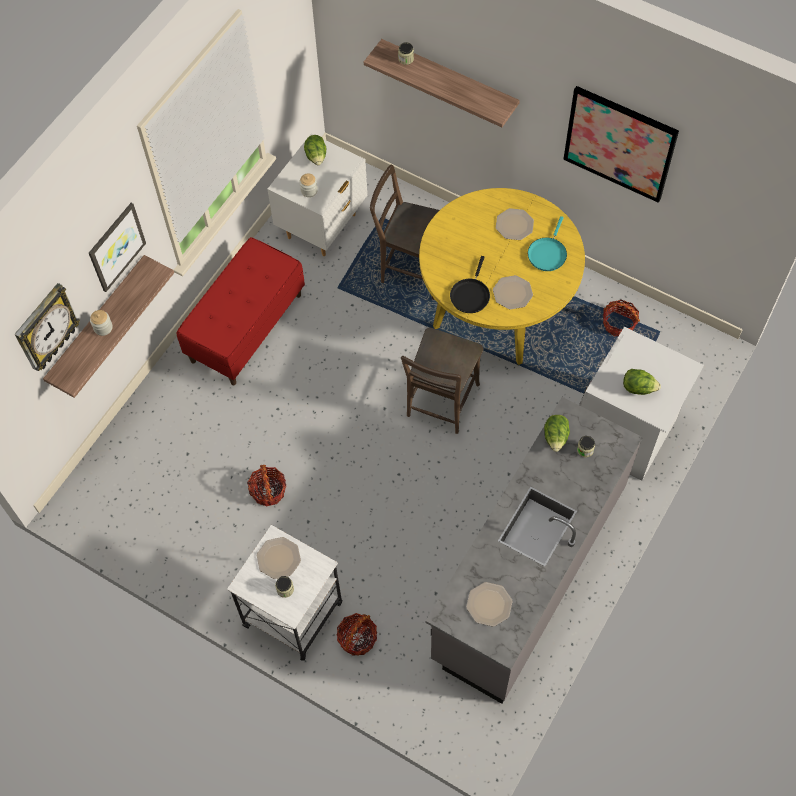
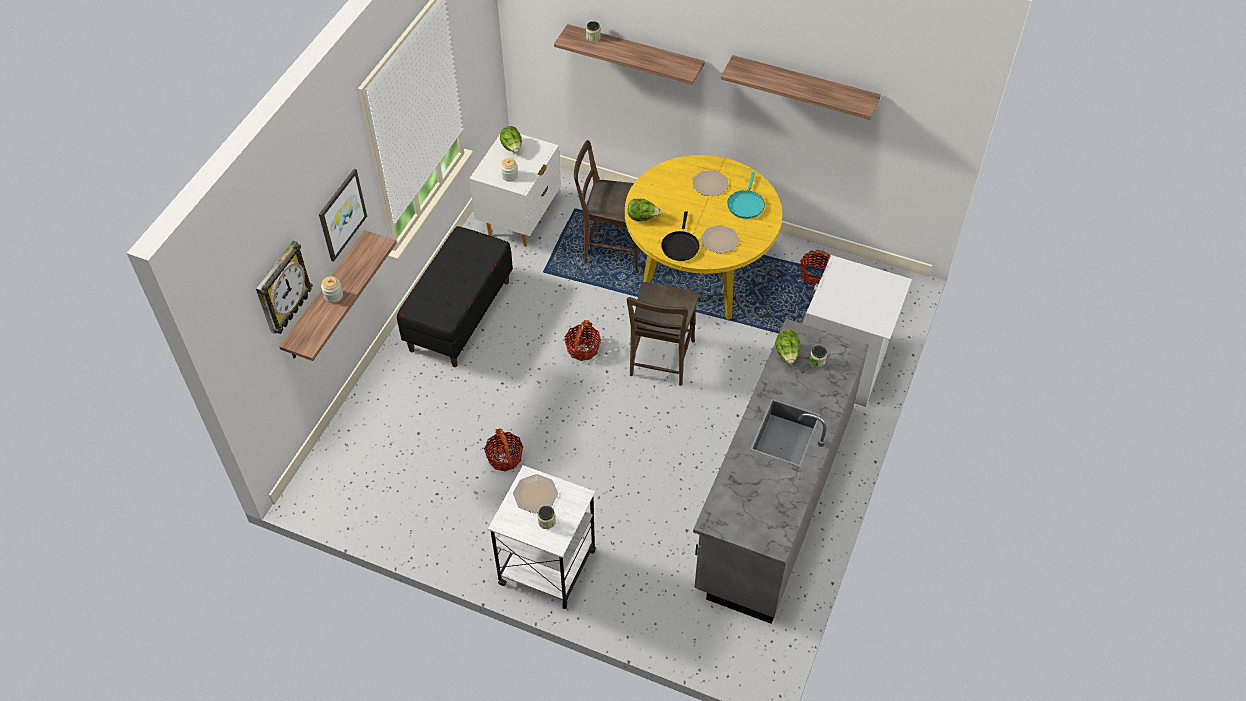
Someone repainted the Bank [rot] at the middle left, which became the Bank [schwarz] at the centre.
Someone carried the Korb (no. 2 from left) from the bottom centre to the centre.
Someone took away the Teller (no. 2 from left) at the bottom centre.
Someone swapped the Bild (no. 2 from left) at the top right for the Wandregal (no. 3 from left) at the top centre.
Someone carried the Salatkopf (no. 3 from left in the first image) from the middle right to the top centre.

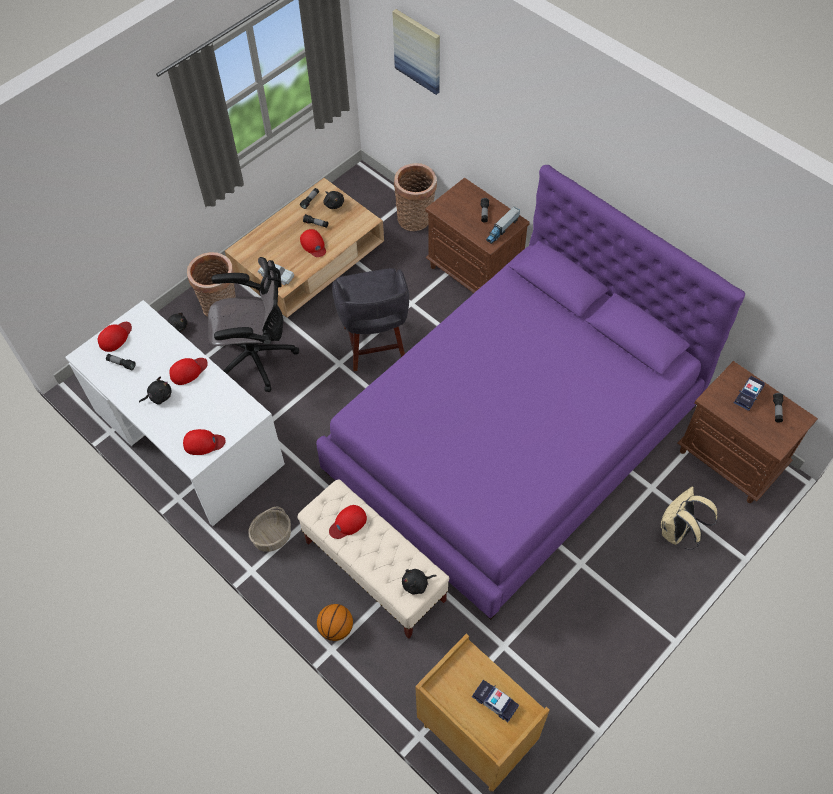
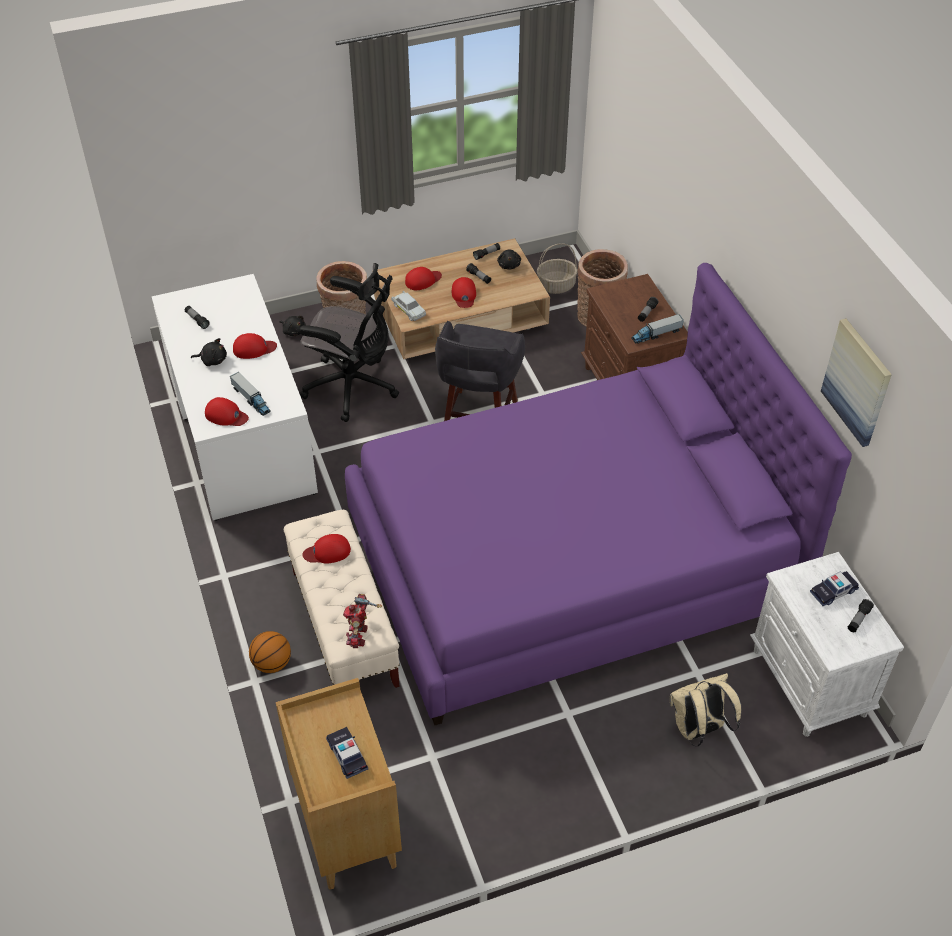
Someone carried the Kappe [rot] (no. 1 from left in the first image) from the middle left to the top centre.
Someone carried the Korb (no. 2 from left) from the middle left to the top centre.
Someone carried the Bild from the top centre to the middle right.
Someone swapped the Plüschtier [schwarz] (no. 4 from left) at the bottom centre for the Spielzeugroboter at the centre.
Someone repainted the Nachttisch [braun] (no. 2 from left) at the middle right, which became the Nachttisch [weiß] at the bottom right.
Someone put down the Spielzeuglaster (no. 1 from left) at the middle left.

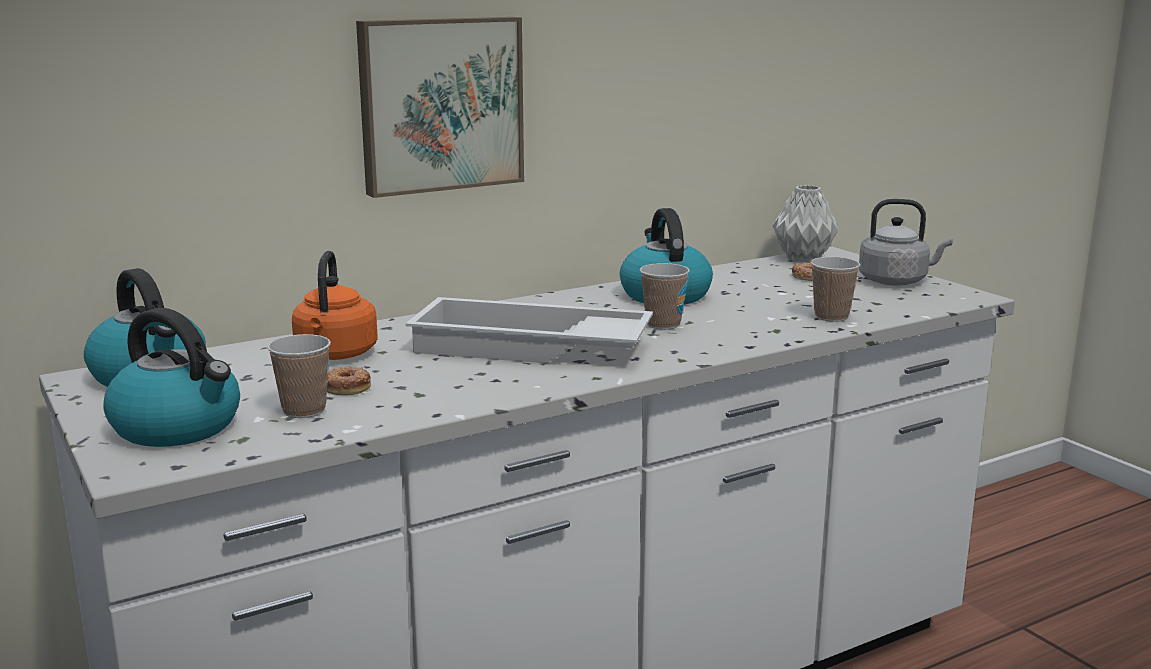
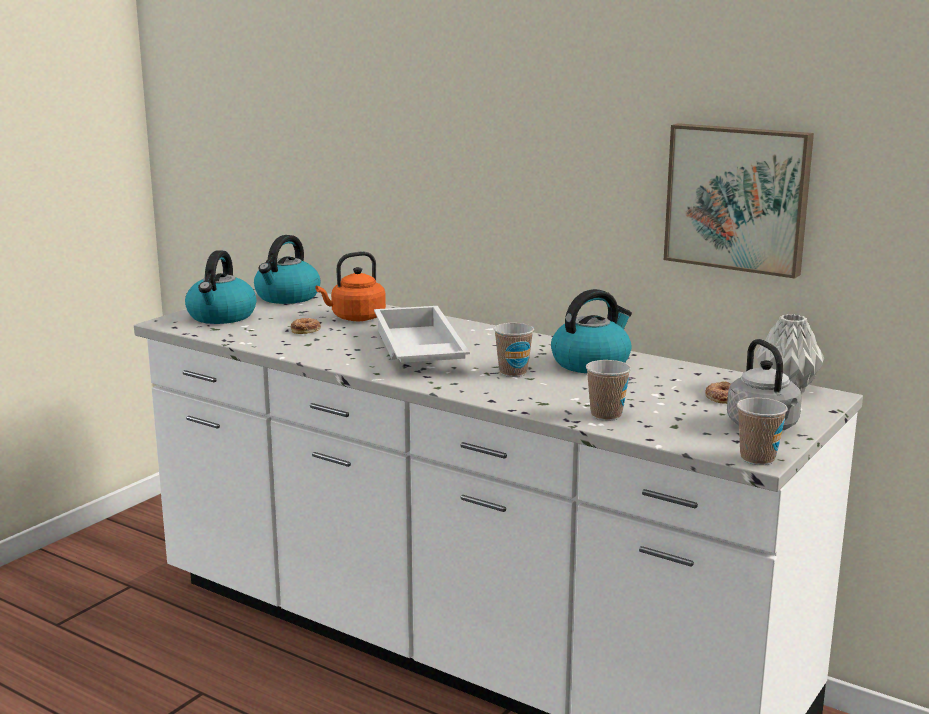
Someone carried the Tasse (no. 1 from left in the first image) from the middle left to the middle right.
Someone carried the Bild from the top centre to the top right.

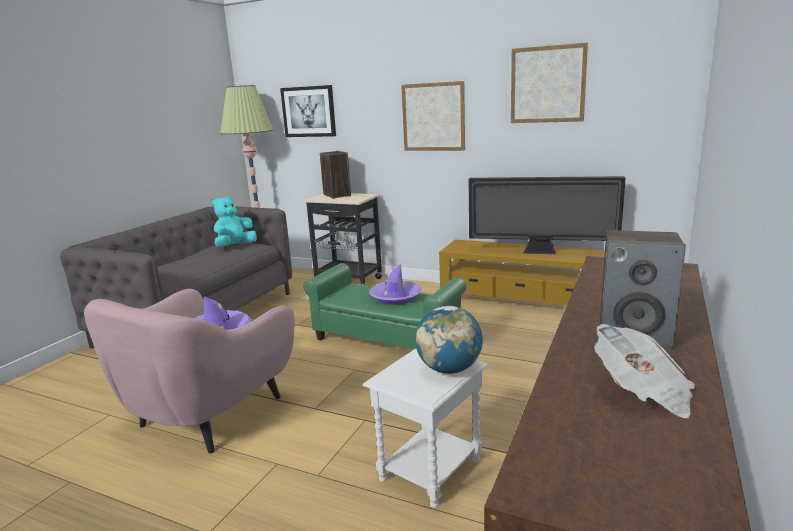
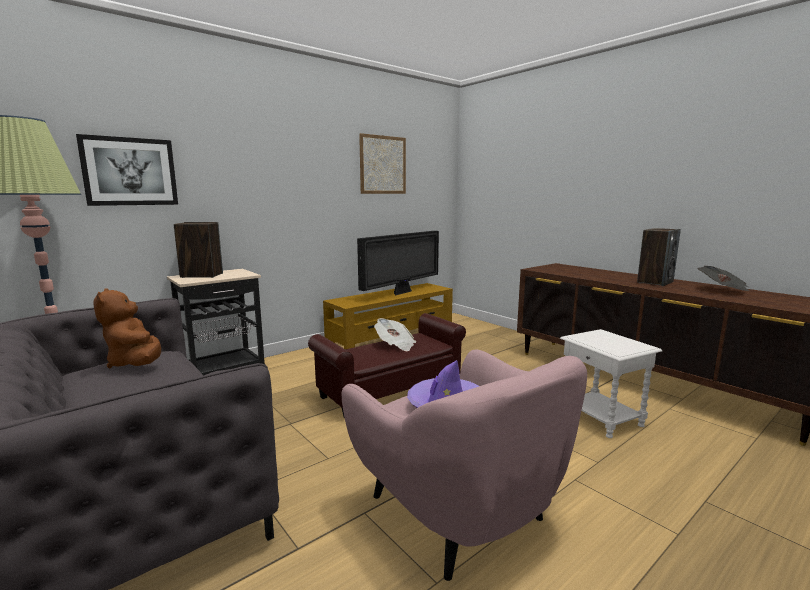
Someone repainted the Plüschtier [türkis] at the middle left, which became the Plüschtier [braun] at the middle left.
Someone repainted the Polsterhocker [grün] at the centre, which became the Polsterhocker [braun] at the centre.
Someone swapped the Hut [lila] (no. 2 from left) at the centre for the Zeitung (no. 1 from left) at the centre.
Someone took away the Bild (no. 2 from left) at the top centre.
Someone took away the Globus at the centre.

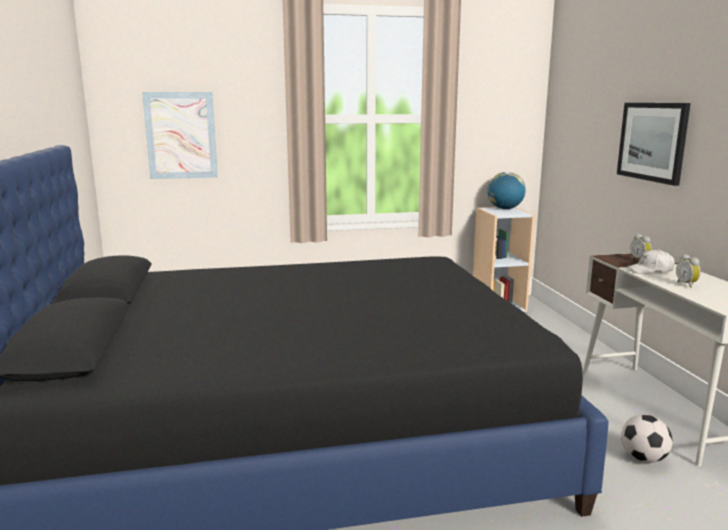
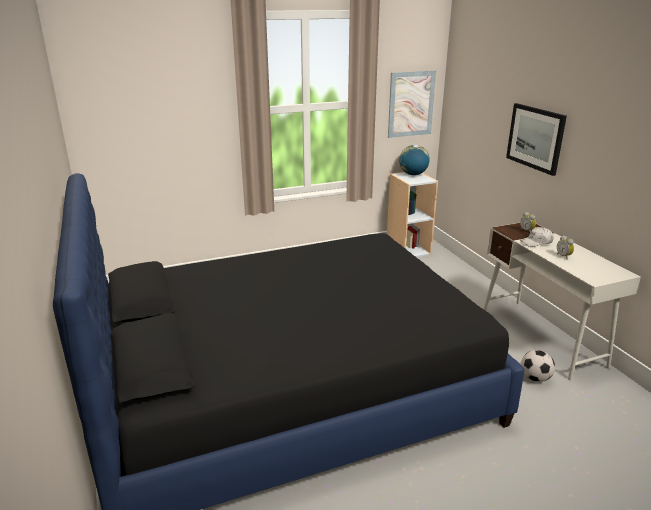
Someone carried the Bild (no. 1 from left) from the top left to the top centre.

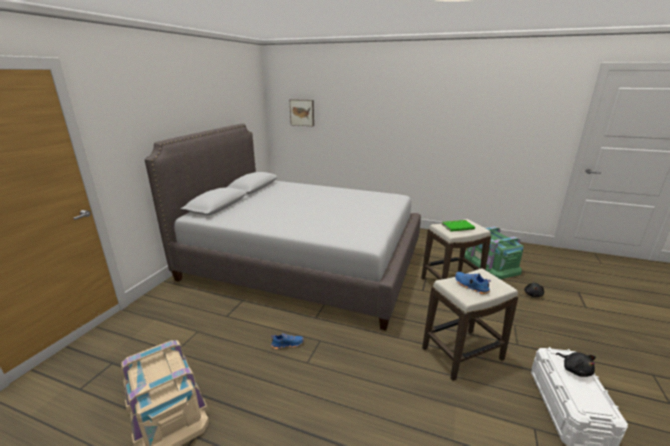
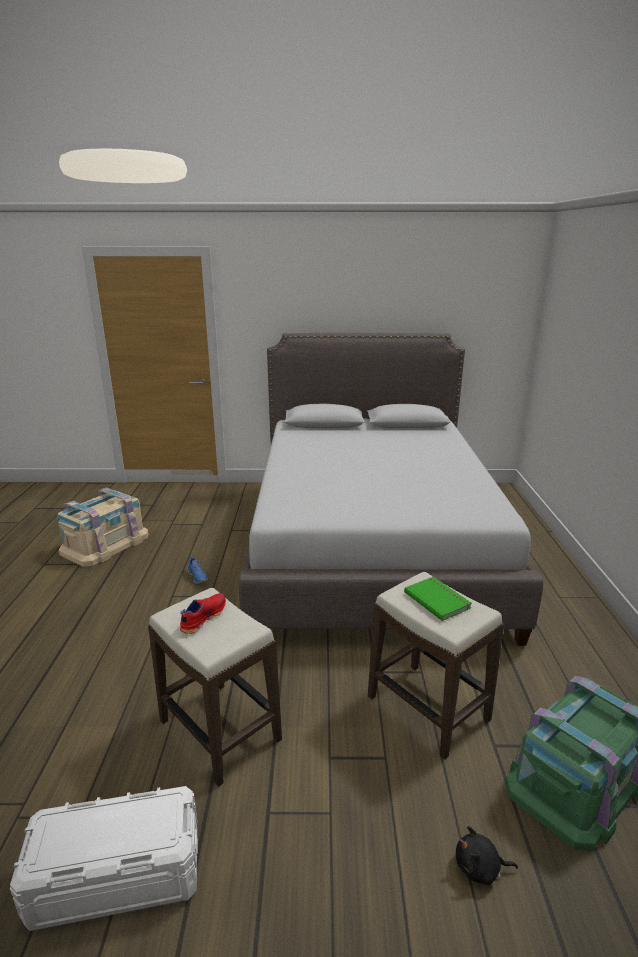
Someone took away the Bild at the top centre.
Someone repainted the Schuh [blau] (no. 2 from left) at the middle right, which became the Schuh [rot] at the middle left.
Someone took away the Plüschtier [schwarz] (no. 2 from left) at the bottom right.

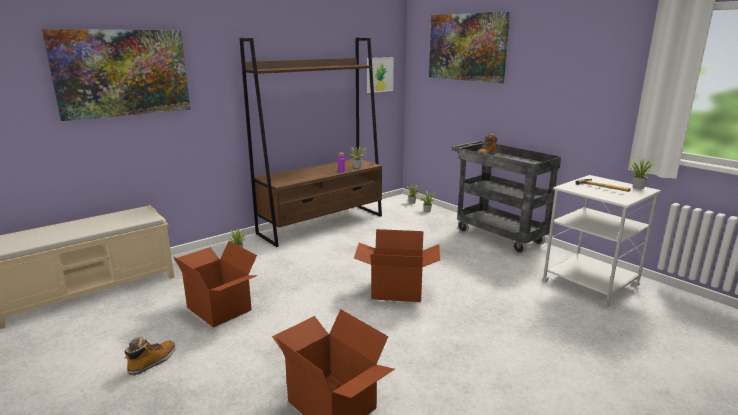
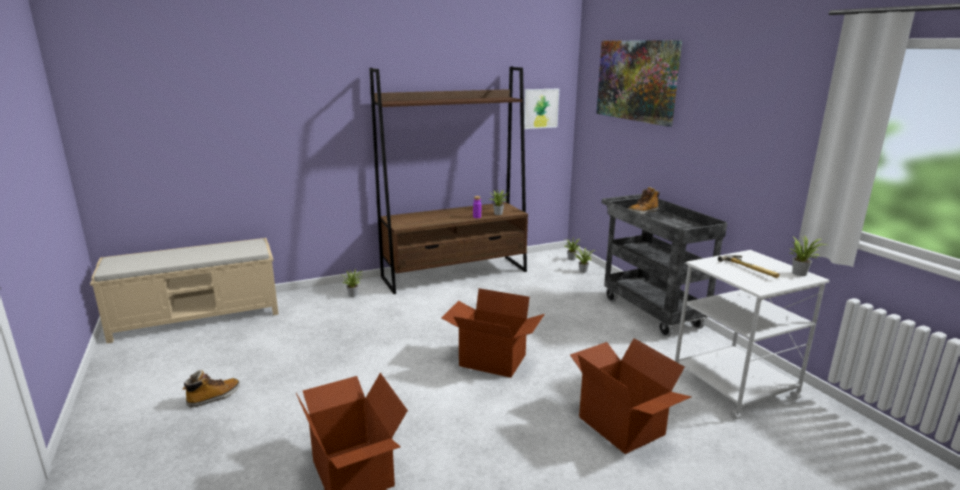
Someone took away the Bild (no. 1 from left) at the top left.
Someone carried the Karton (no. 1 from left in the first image) from the bottom left to the bottom centre.

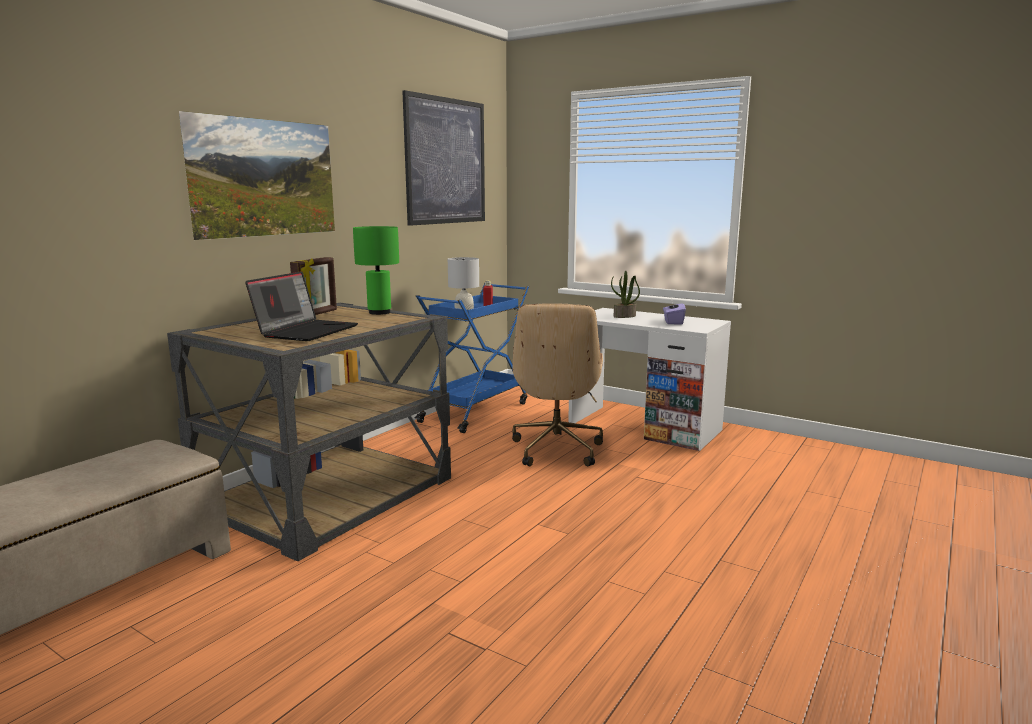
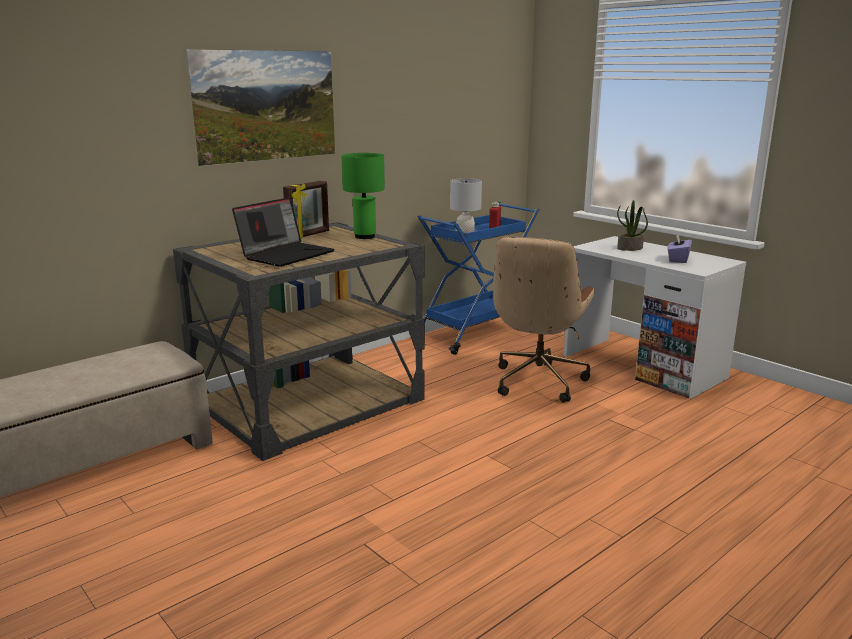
Someone took away the Bild (no. 2 from left) at the top centre.

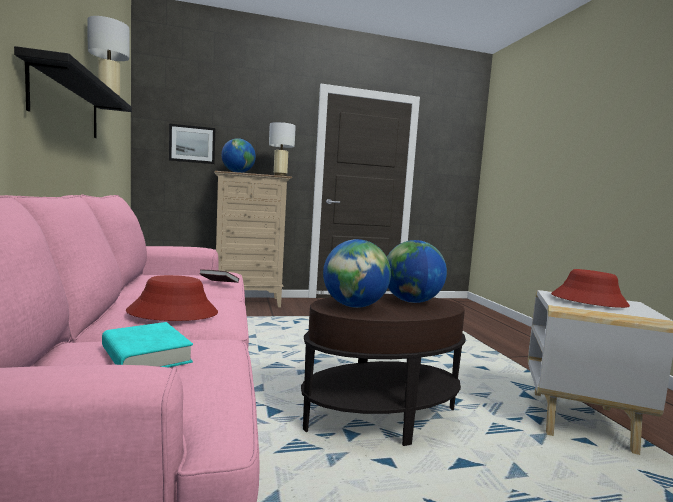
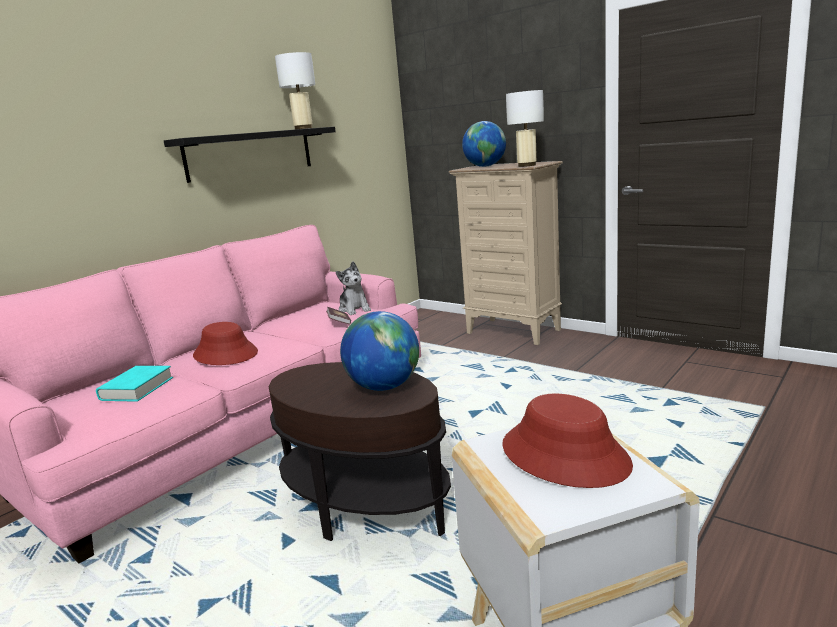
Someone took away the Bild at the top left.
Someone took away the Globus (no. 2 from left) at the centre.
Someone put down the Plüschtier at the centre.

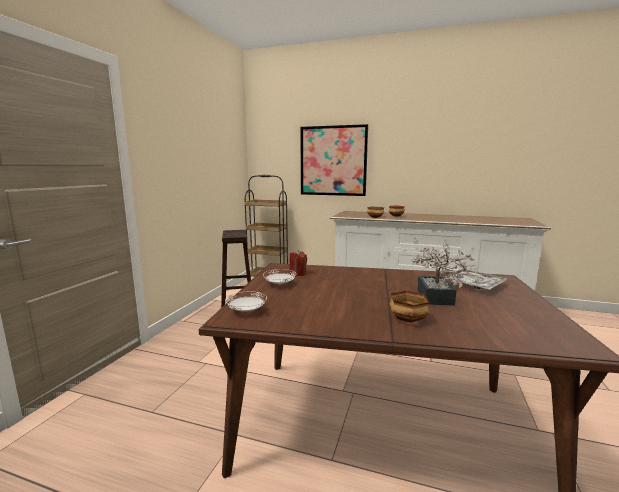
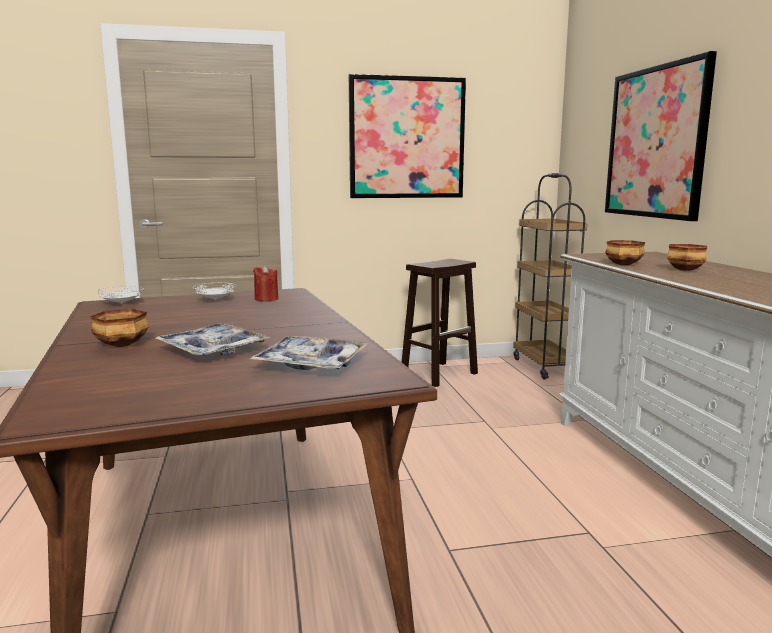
Someone swapped the Topfpflanze at the middle right for the Tablett (no. 1 from left) at the middle left.
Someone put up the Bild (no. 1 from left) at the top centre.

